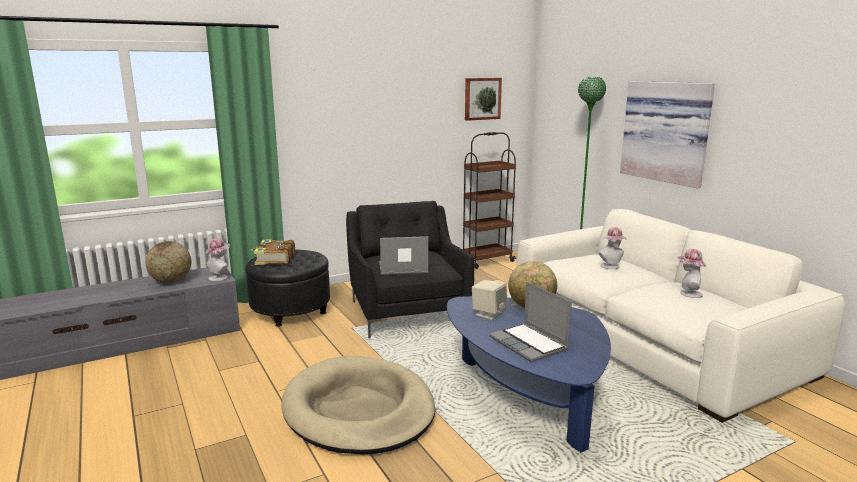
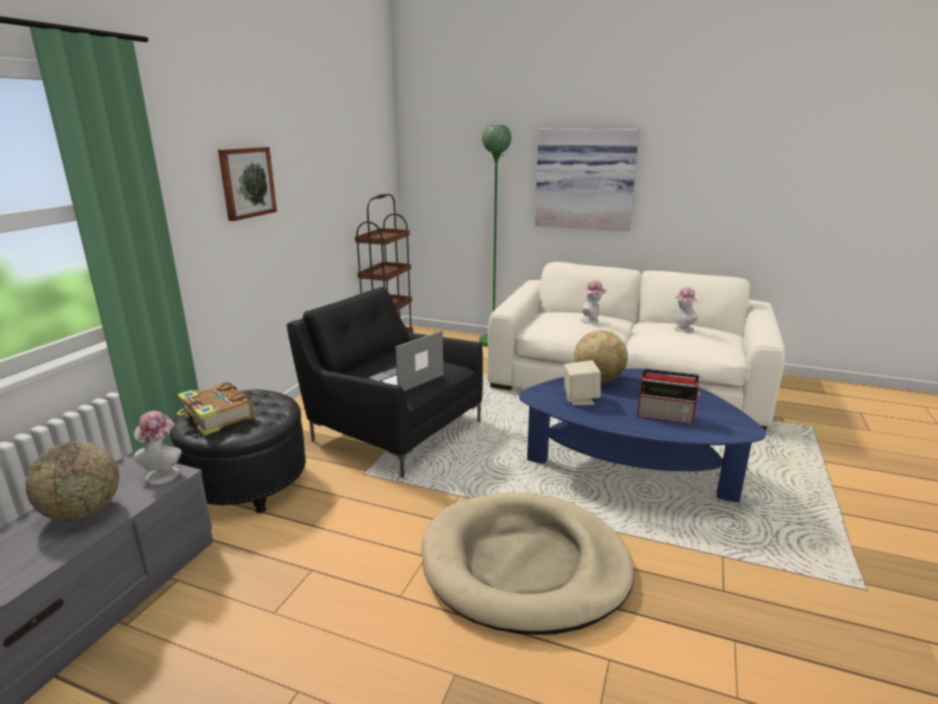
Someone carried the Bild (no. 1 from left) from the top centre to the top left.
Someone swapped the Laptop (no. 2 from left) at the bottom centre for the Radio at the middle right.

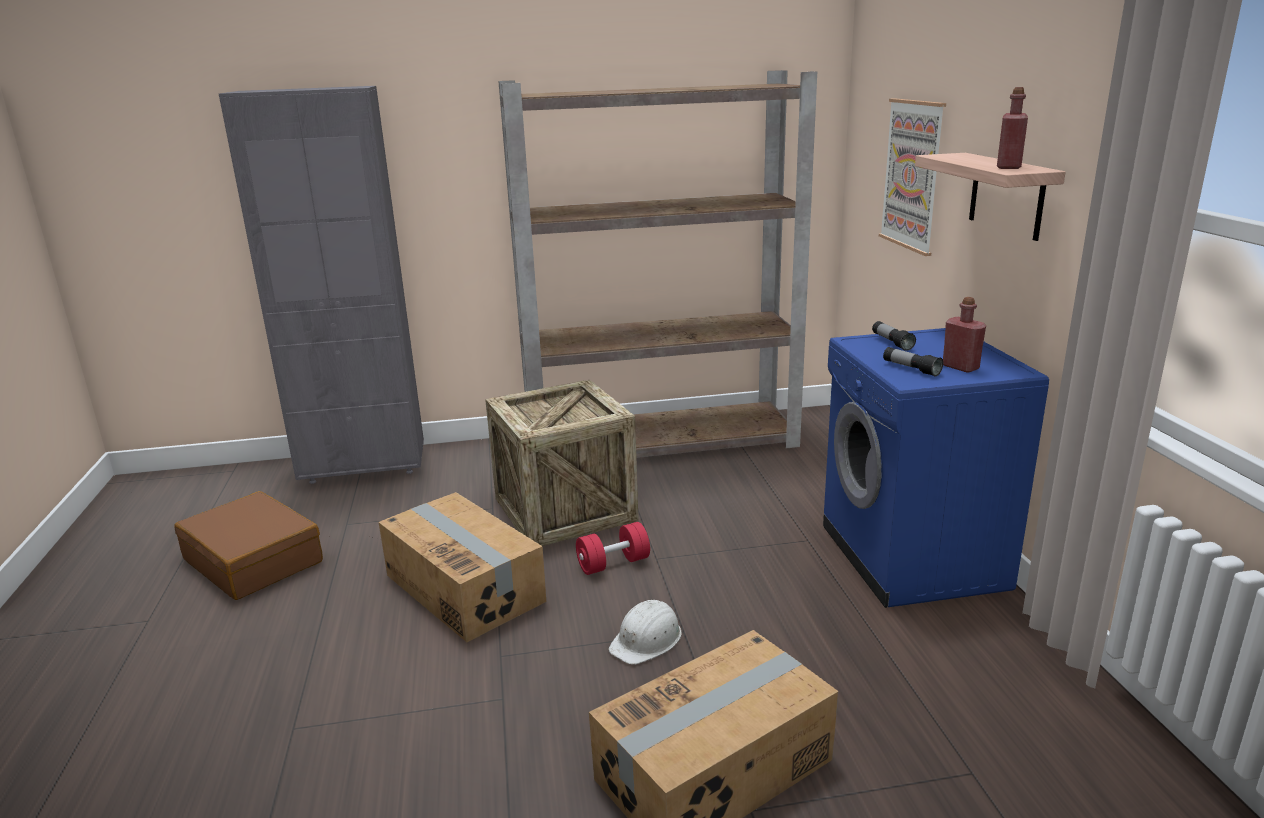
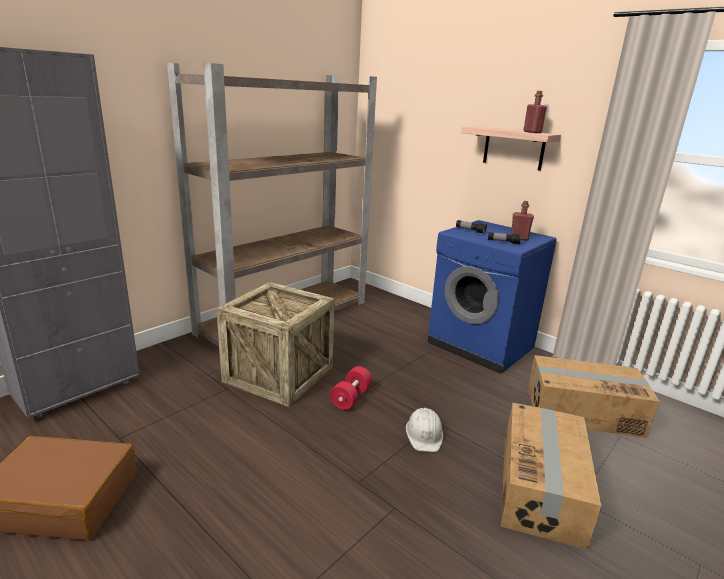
Someone carried the Karton (no. 1 from left in the first image) from the bottom centre to the bottom right.
Someone took away the Bild at the top right.

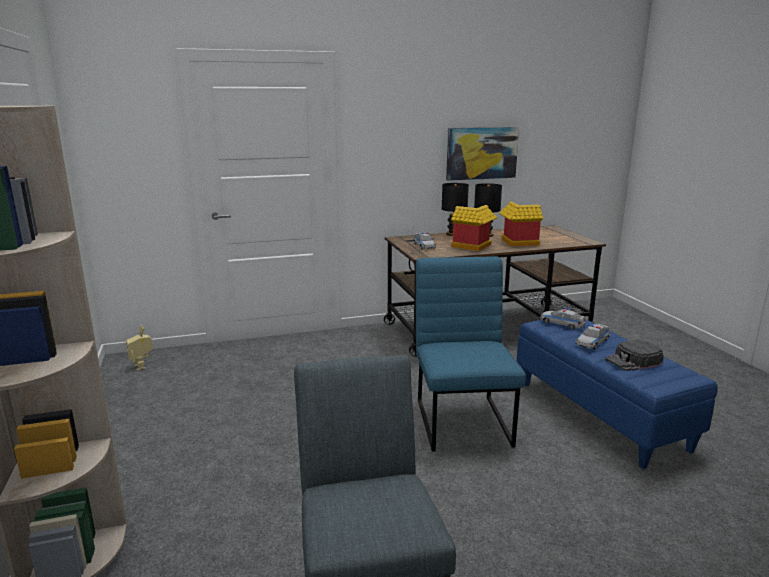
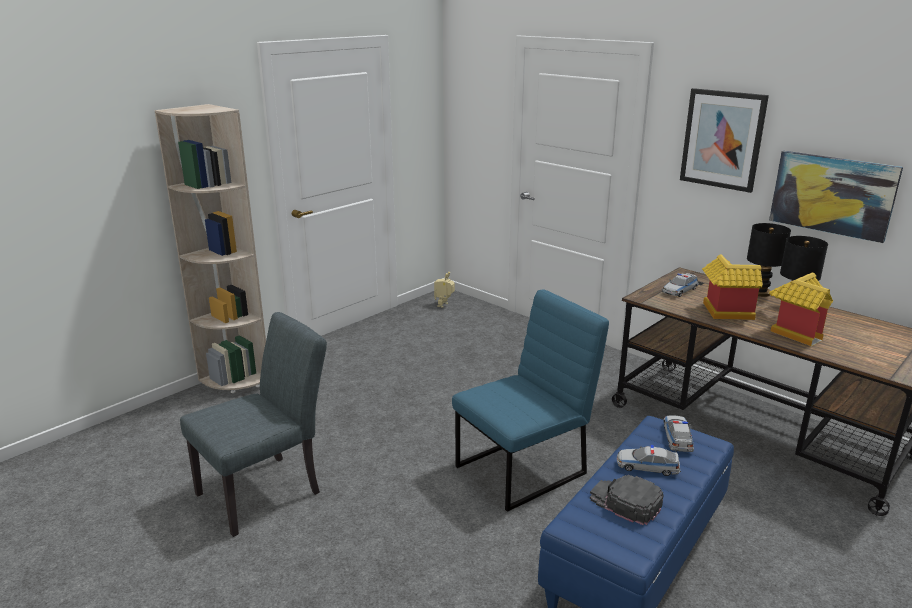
Someone put up the Bild (no. 1 from left) at the top right.

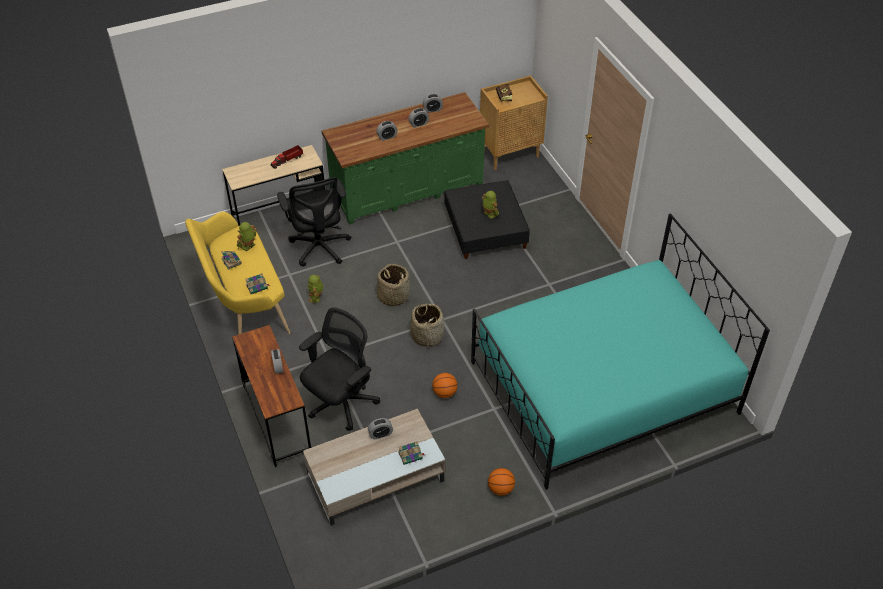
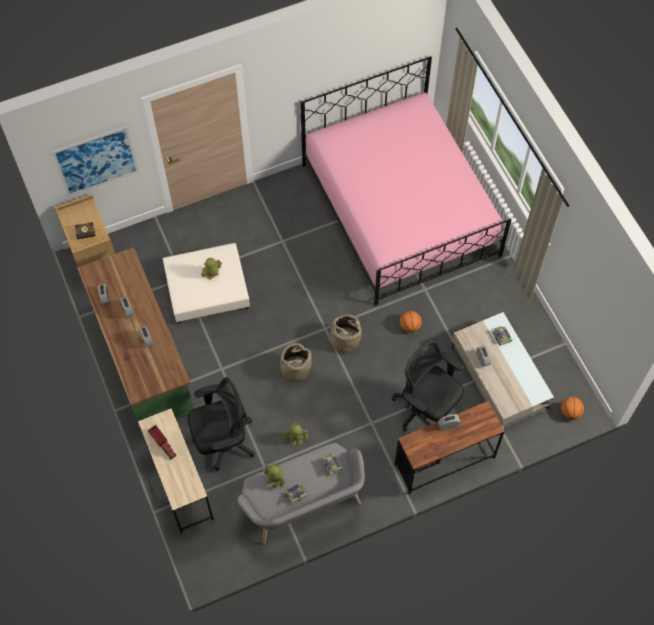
Someone repainted the Bank [gelb] at the middle left, which became the Bank [grau] at the bottom centre.
Someone repainted the Polsterhocker [schwarz] at the centre, which became the Polsterhocker [beige] at the middle left.
Someone repainted the Bett [türkis] at the middle right, which became the Bett [rosa] at the top centre.
Someone carried the Basketball (no. 2 from left) from the bottom centre to the middle right.
Someone put up the Bild at the top left.

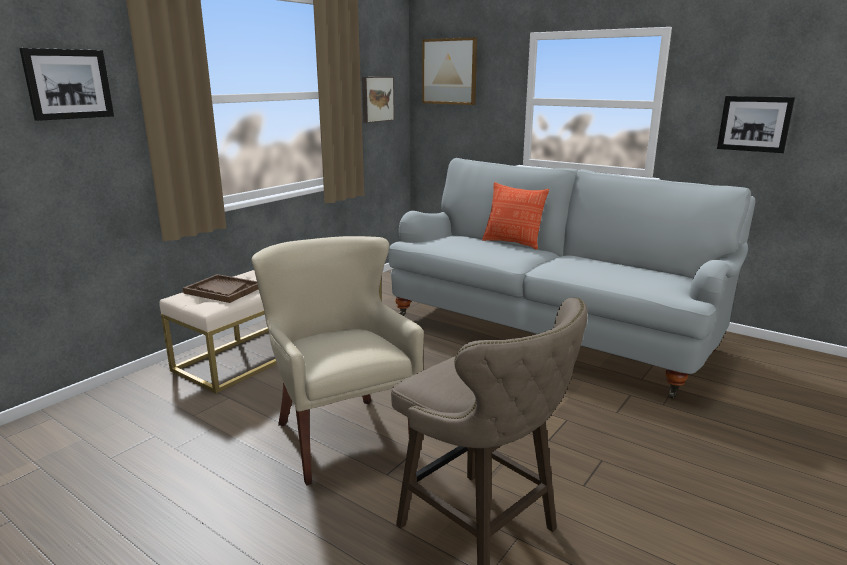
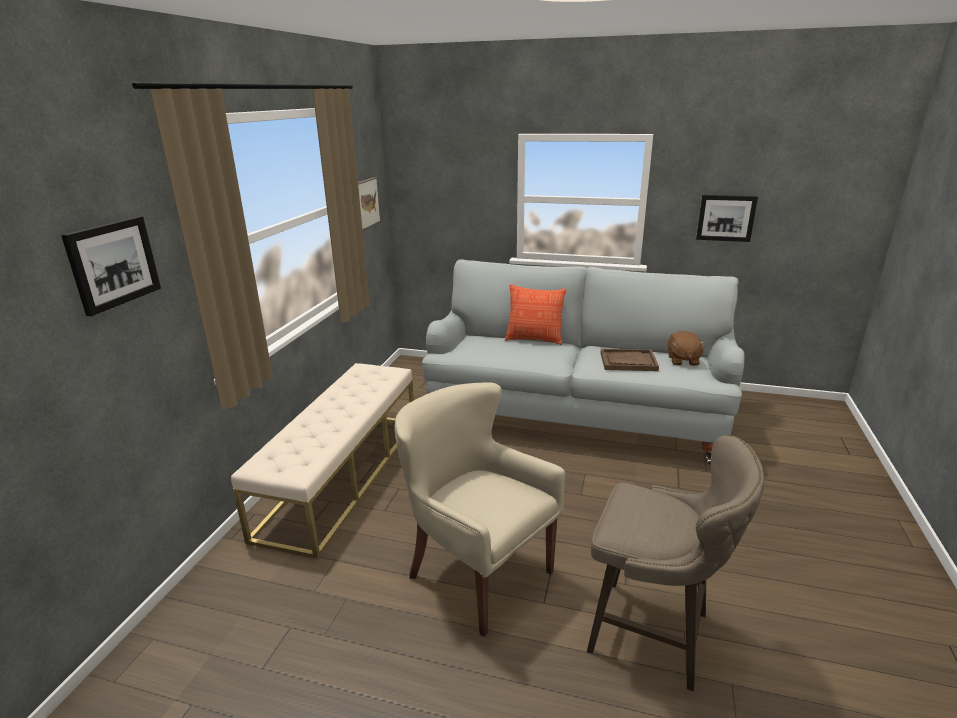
Someone carried the Tablett [braun] from the middle left to the centre.
Someone took away the Bild (no. 3 from left) at the top centre.
Someone put down the Plüschtier [braun] at the middle right.

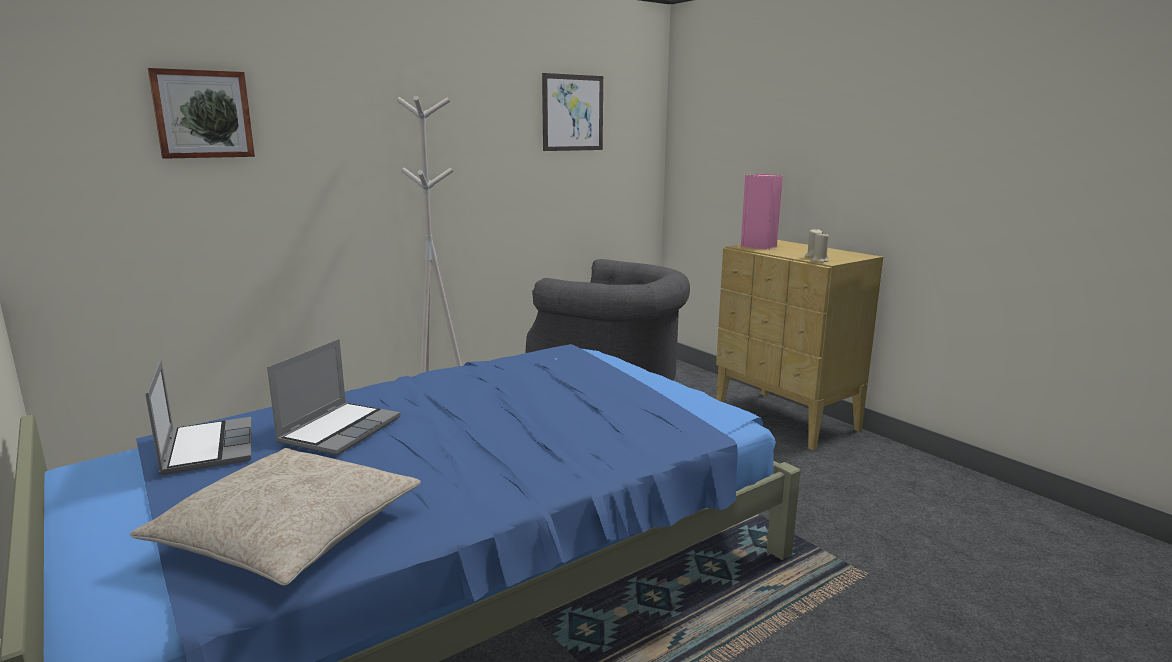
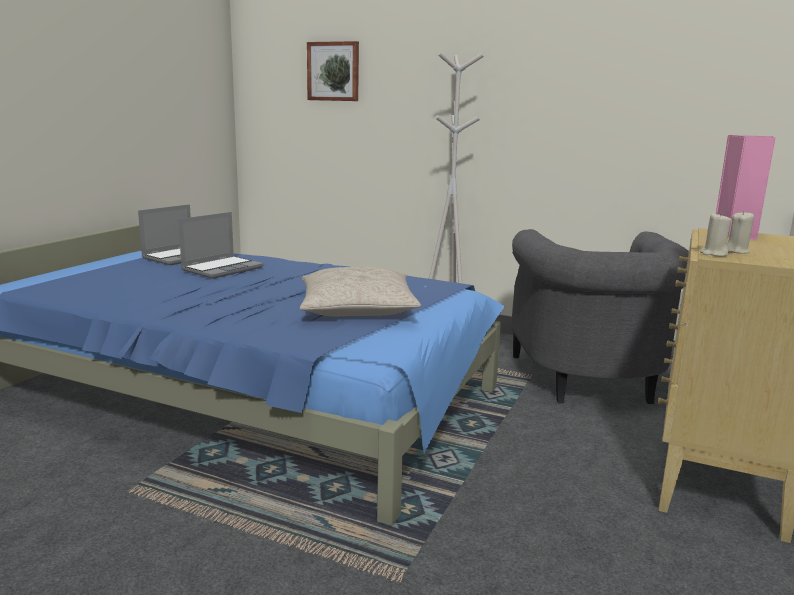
Someone carried the Kissen [beige] from the bottom left to the centre.
Someone rotated the Laptop (no. 2 from left) at the middle left by 45 degrees counterclockwise.
Someone took away the Bild (no. 2 from left) at the top centre.

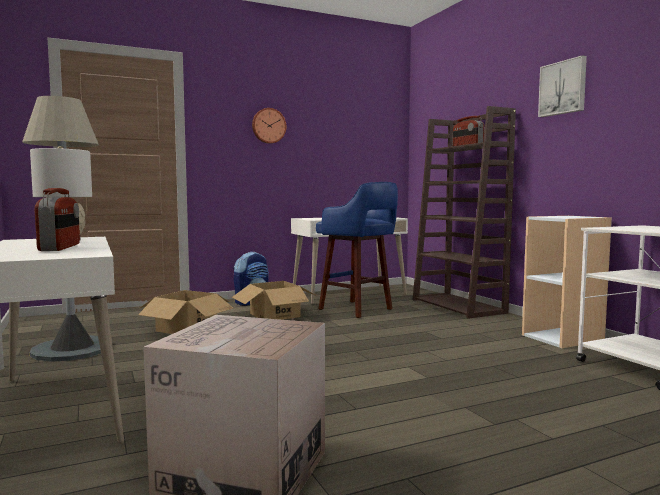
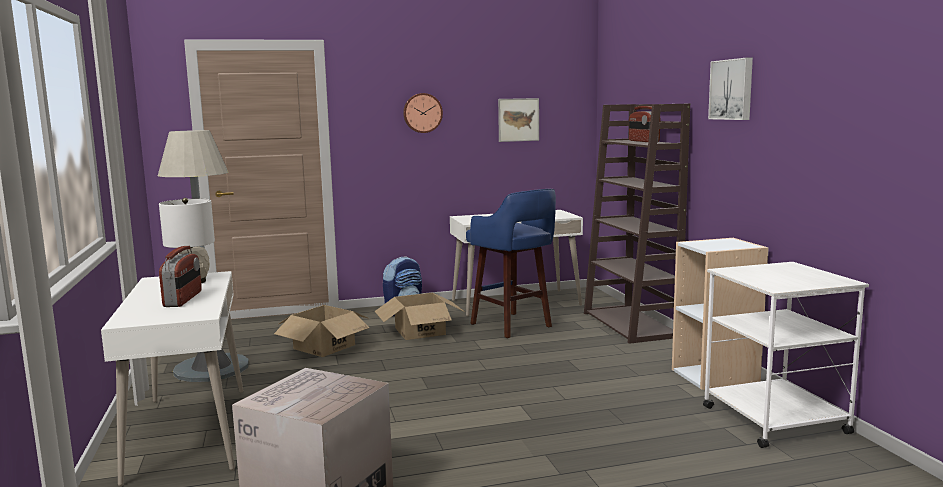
Someone put up the Bild (no. 1 from left) at the top centre.

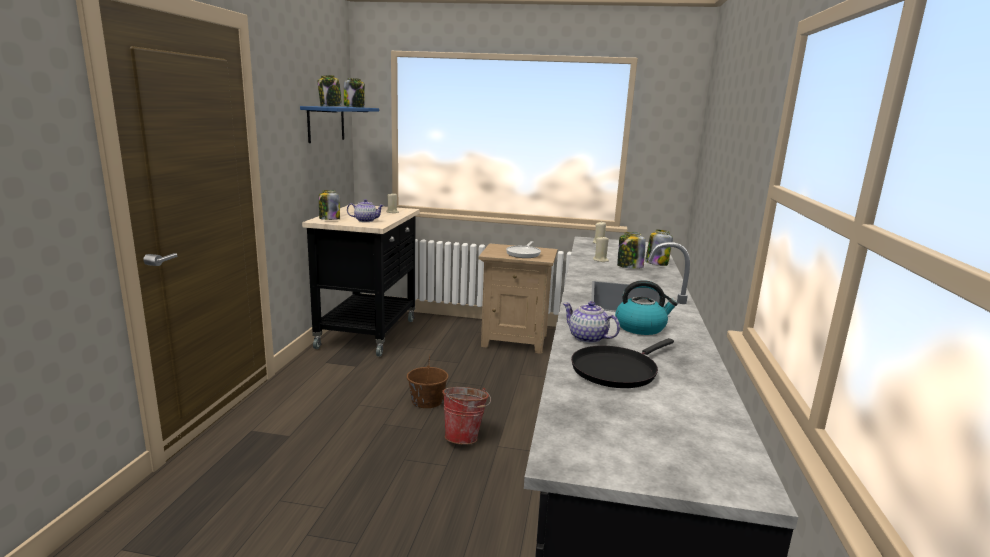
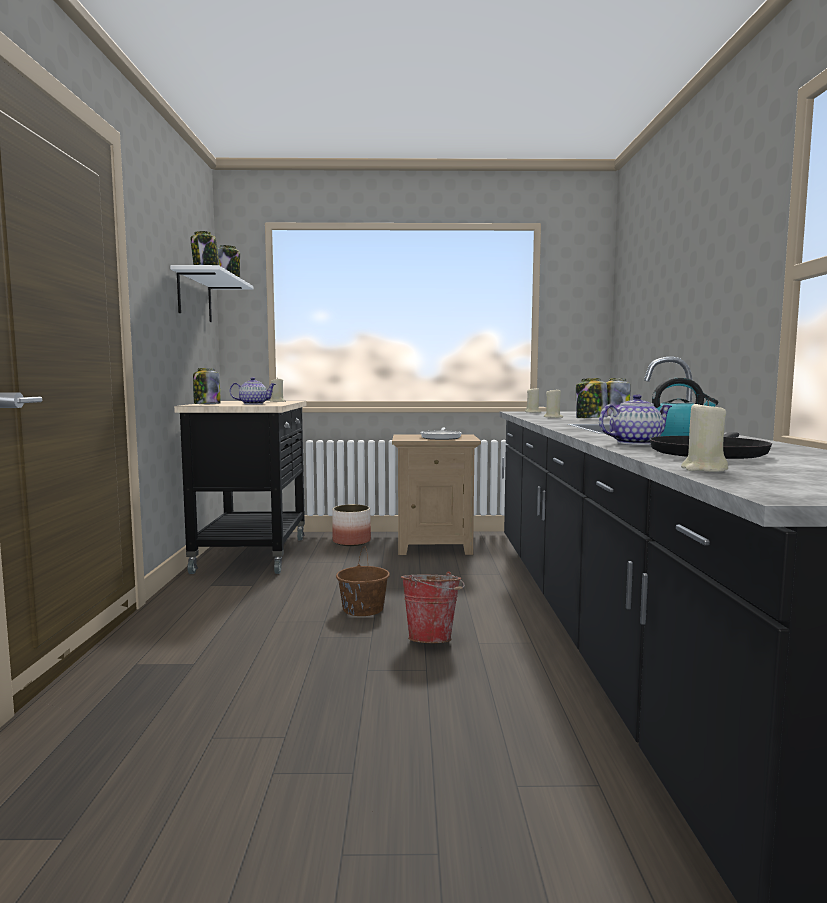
Someone repainted the Wandregal [blau] at the top centre, which became the Wandregal [weiß] at the top left.
Someone rotated the Teekanne (no. 2 from left) at the centre by 135 degrees clockwise.
Someone put down the Pflanzkübel at the centre.
Someone put down the Kerze [beige] (no. 4 from left) at the middle right.

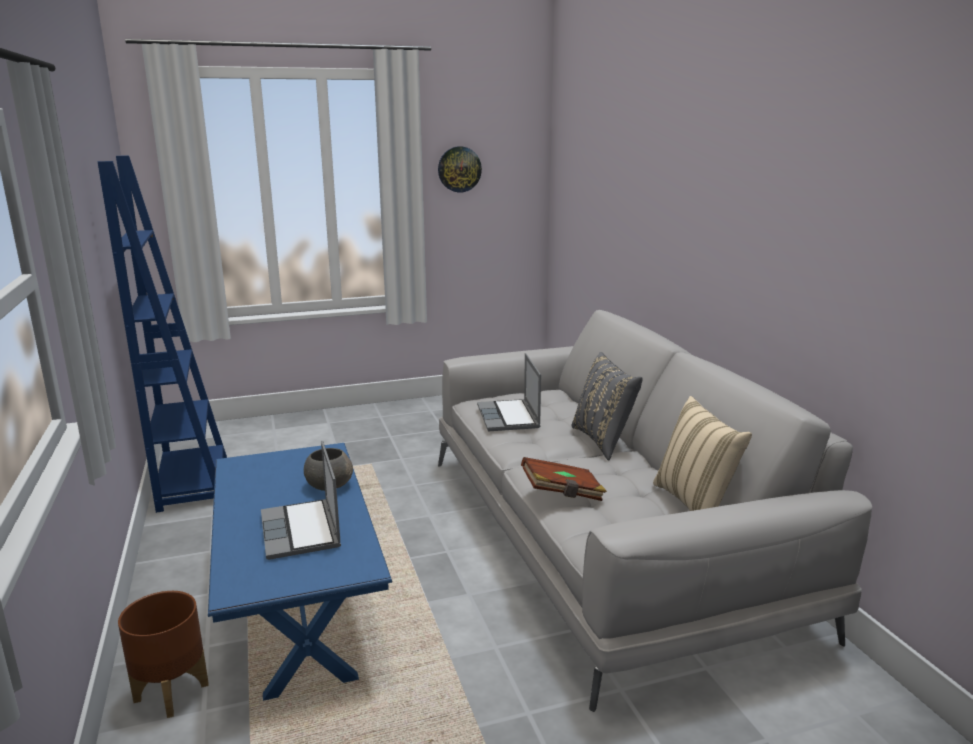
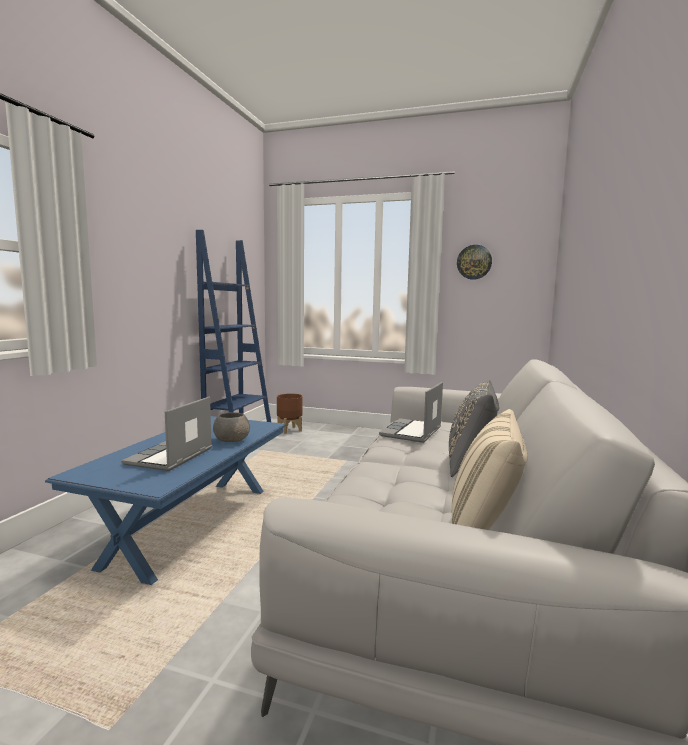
Someone carried the Pflanzkübel [braun] from the bottom left to the centre.
Someone took away the Buch [braun] at the centre.

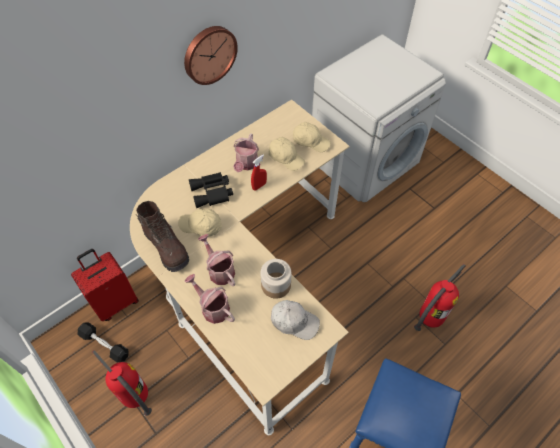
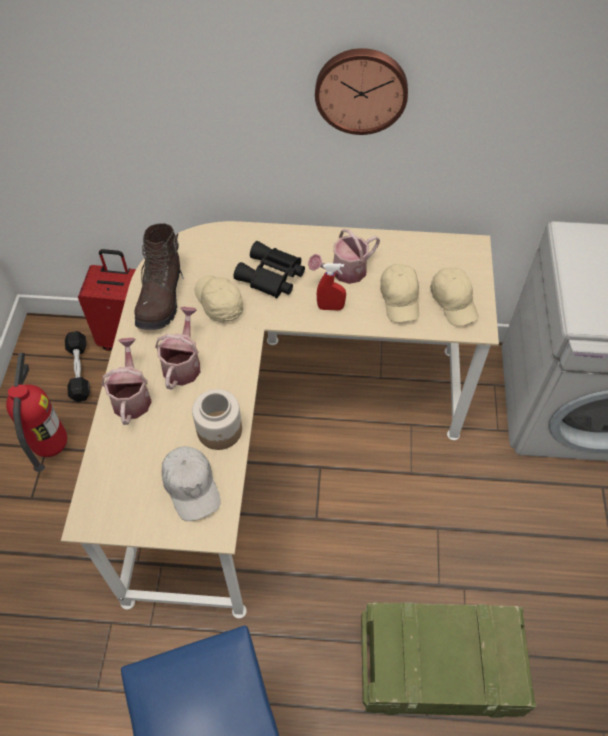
Someone swapped the Feuerlöscher (no. 2 from left) at the middle right for the Kiste at the bottom right.

